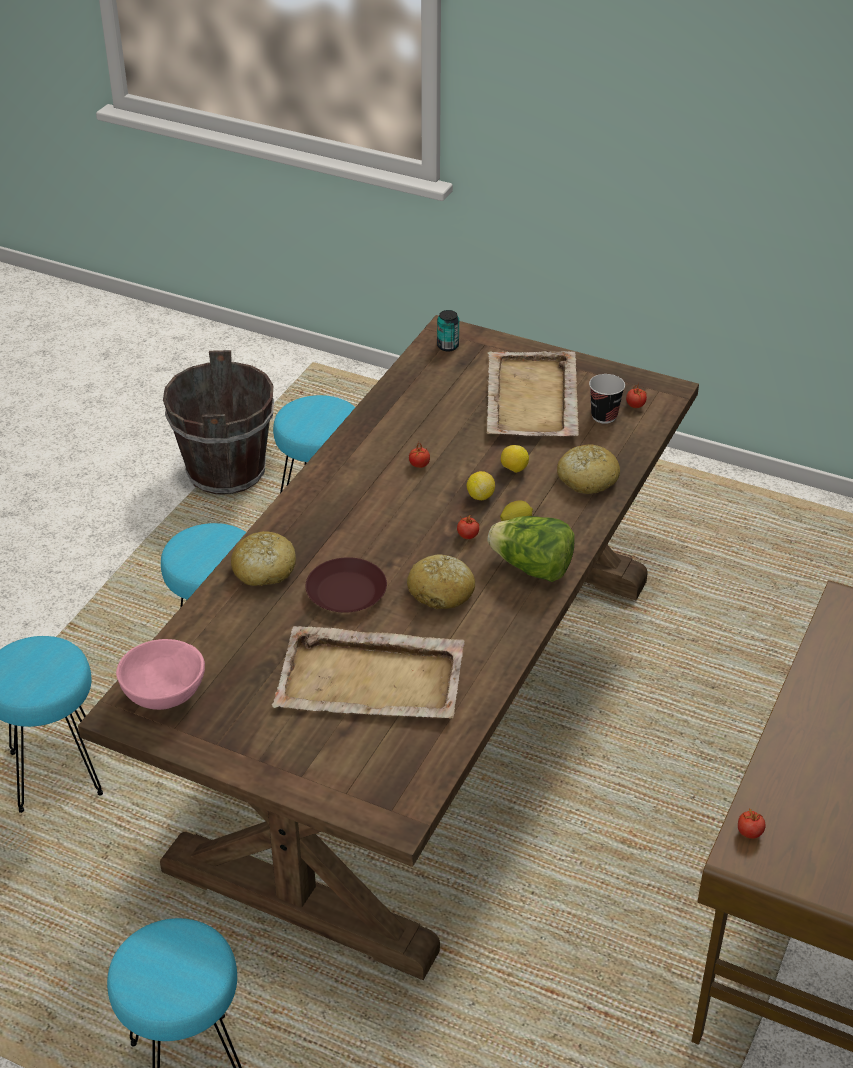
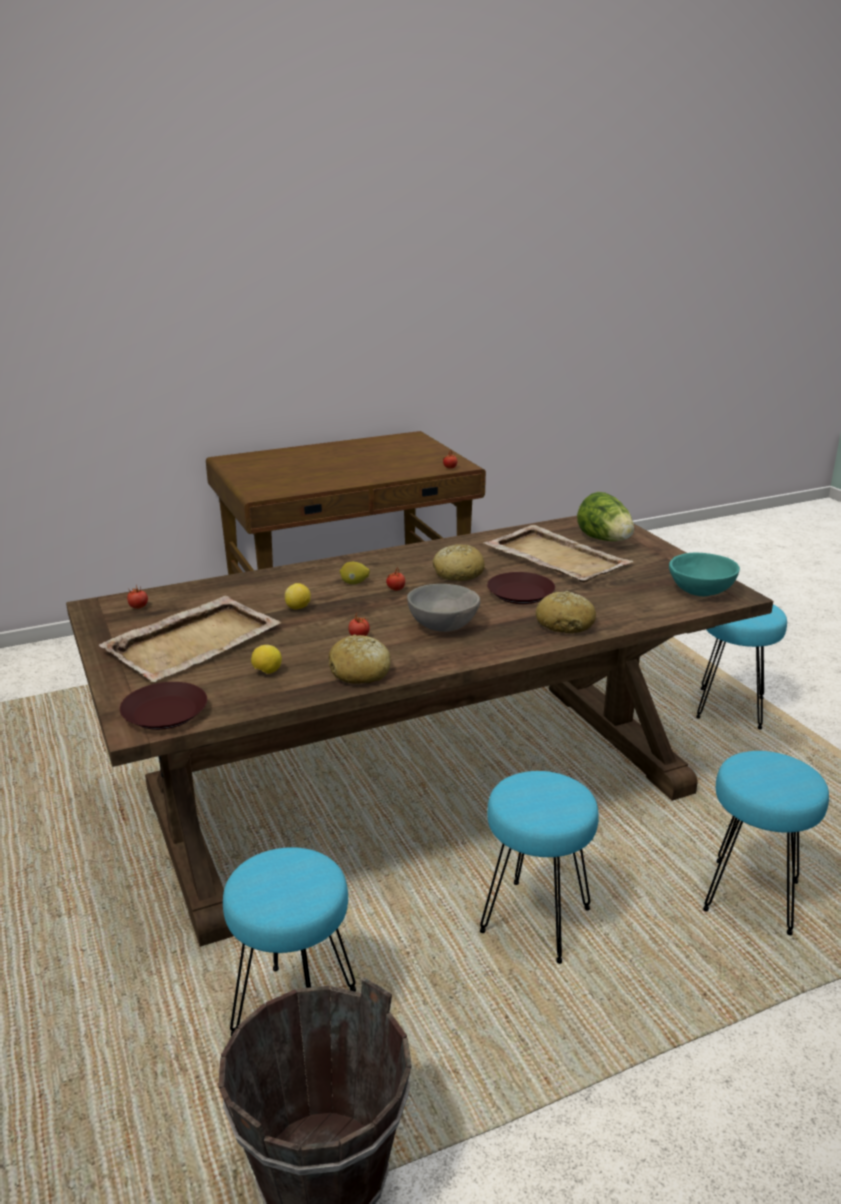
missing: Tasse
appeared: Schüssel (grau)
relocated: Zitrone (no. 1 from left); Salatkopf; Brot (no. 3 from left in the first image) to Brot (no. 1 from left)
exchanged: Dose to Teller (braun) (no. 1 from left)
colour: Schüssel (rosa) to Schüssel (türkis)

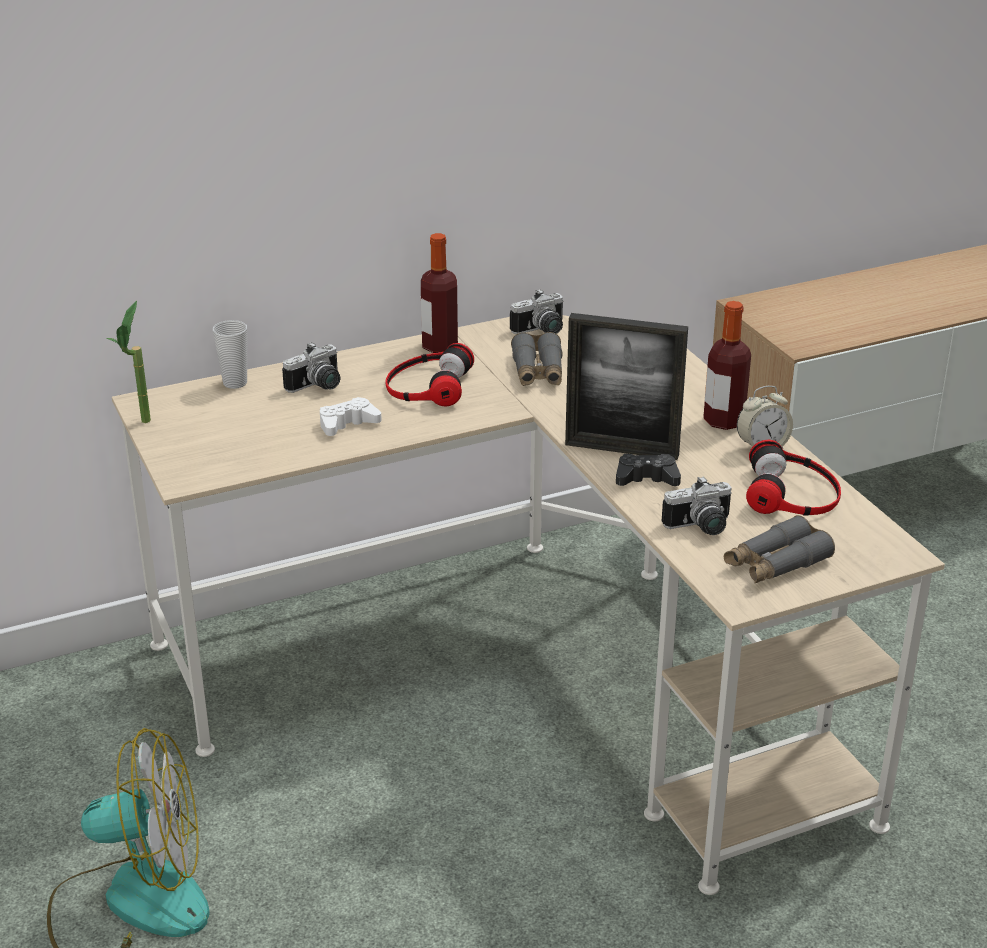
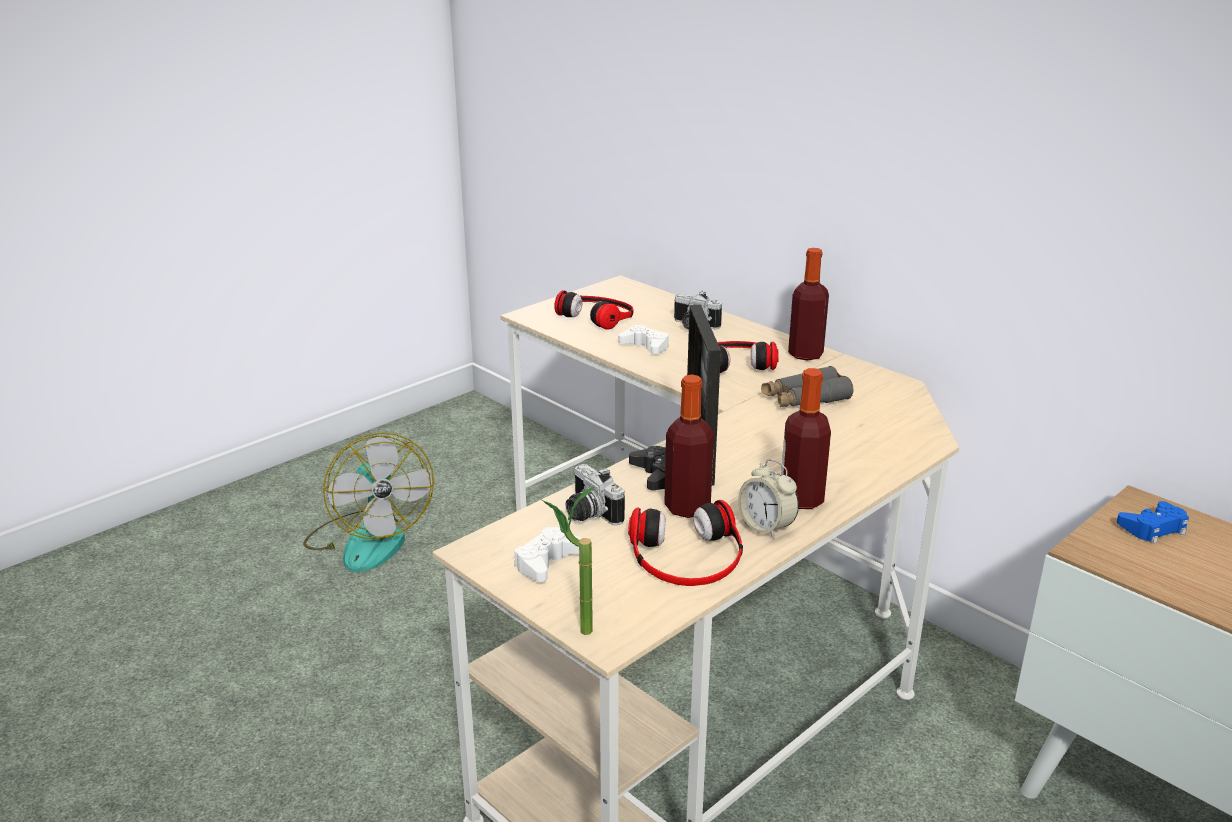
missing: Tasse; Kamera (no. 2 from left)
appeared: Kopfhörer (no. 1 from left); Flasche (no. 1 from left); Gamepad (blau)
relocated: Topfpflanze
exchanged: Fernglas (grau) (no. 2 from left) to Gamepad (weiß) (no. 1 from left)

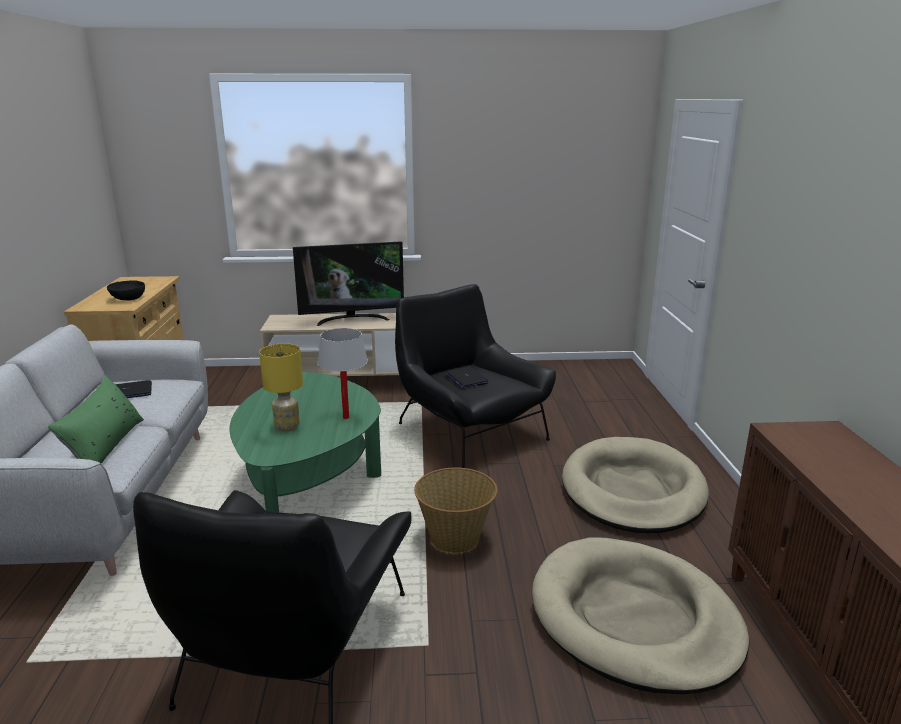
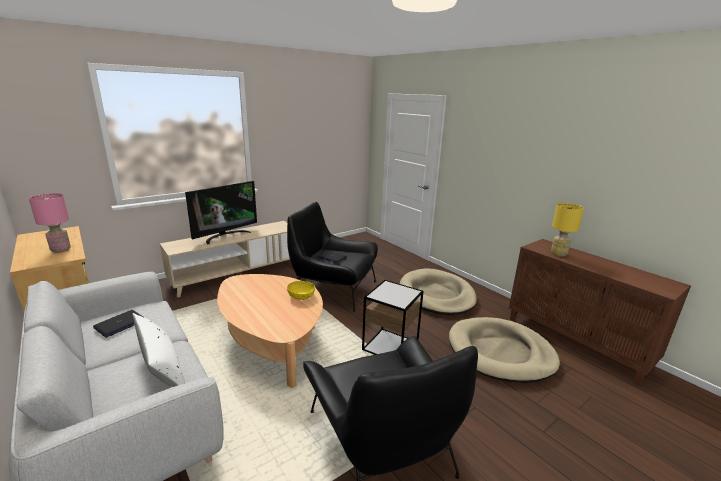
relocated: Tischlampe (gelb)
exchanged: Schüssel (schwarz) to Tischlampe (rosa); Tischlampe (weiß) to Schüssel (gelb); Korb to Beistelltisch
colour: Kissen (grün) to Kissen (weiß); Couchtisch (grün) to Couchtisch (beige)

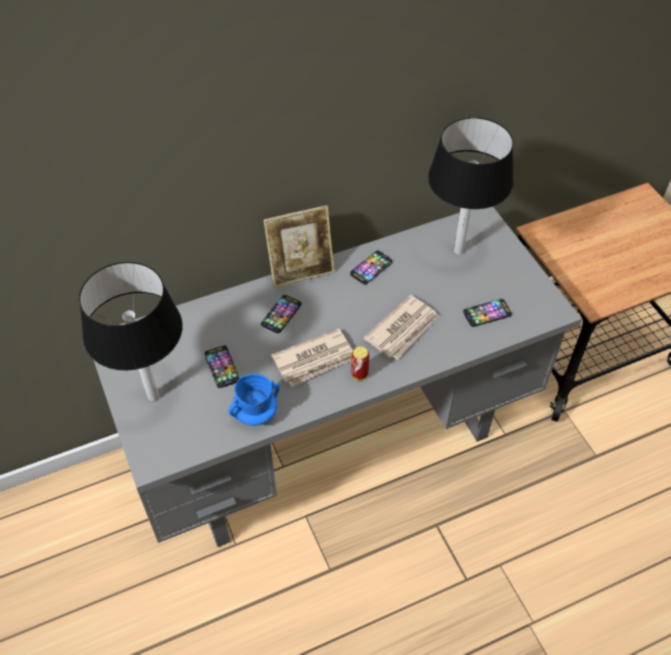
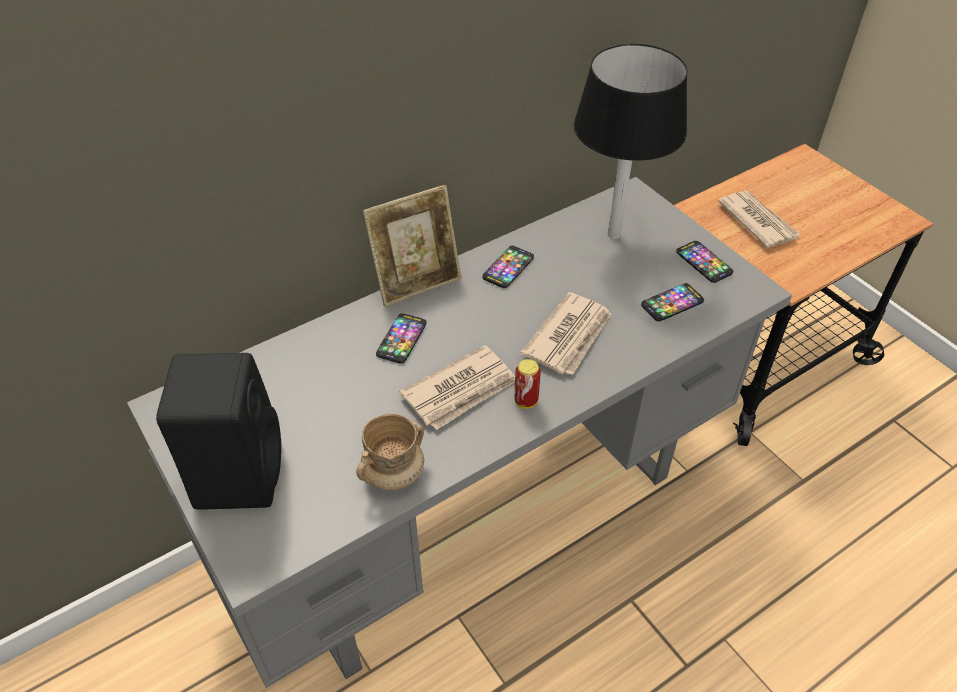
appeared: Zeitung (no. 3 from left)
relocated: Handy (no. 1 from left in the first image) to Handy (no. 4 from left)
exchanged: Tischlampe (schwarz) (no. 1 from left) to Lautsprecher (schwarz)
colour: Henkelbecher (blau) to Henkelbecher (beige)

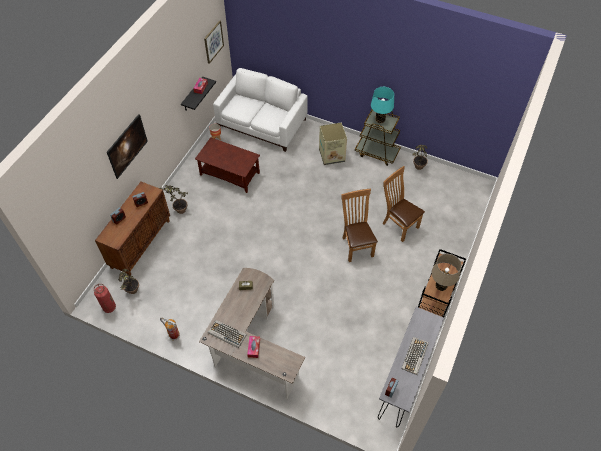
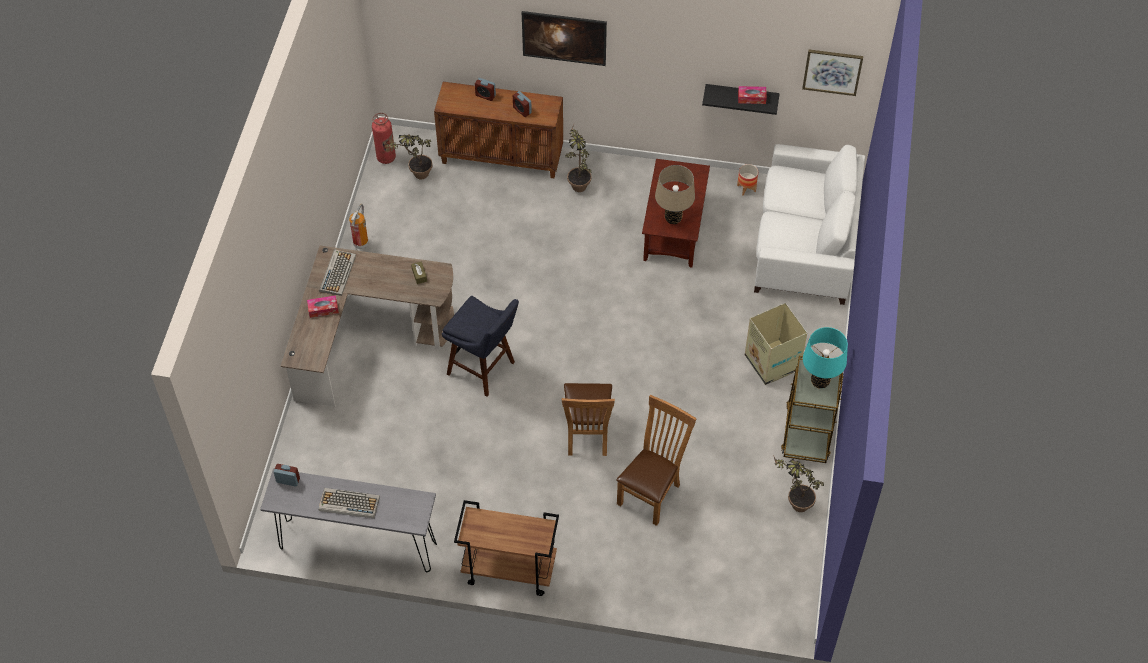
appeared: Hocker (blau)
relocated: Tischlampe (beige)
spun: Stuhl (braun) (no. 1 from left) 120 degrees clockwise

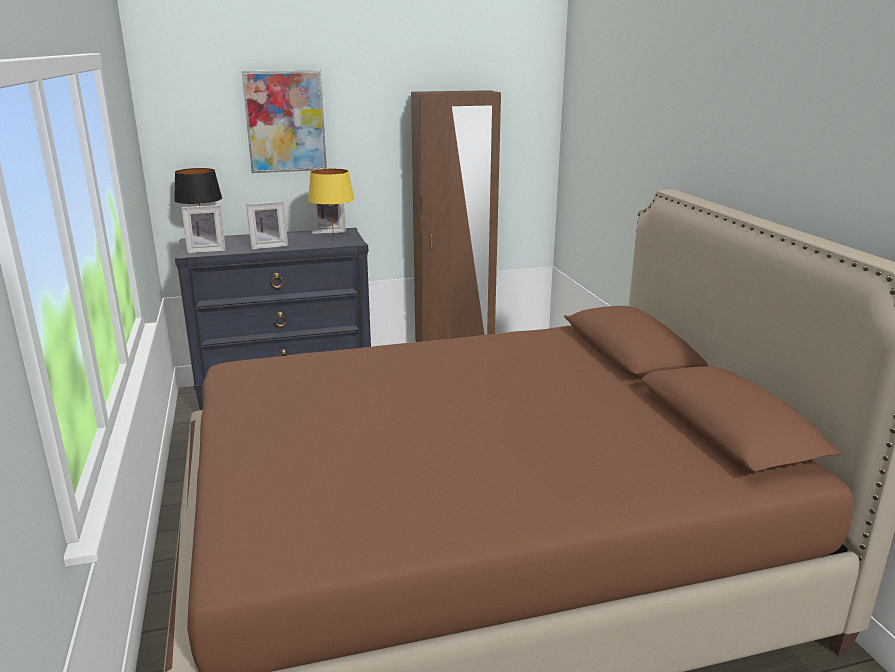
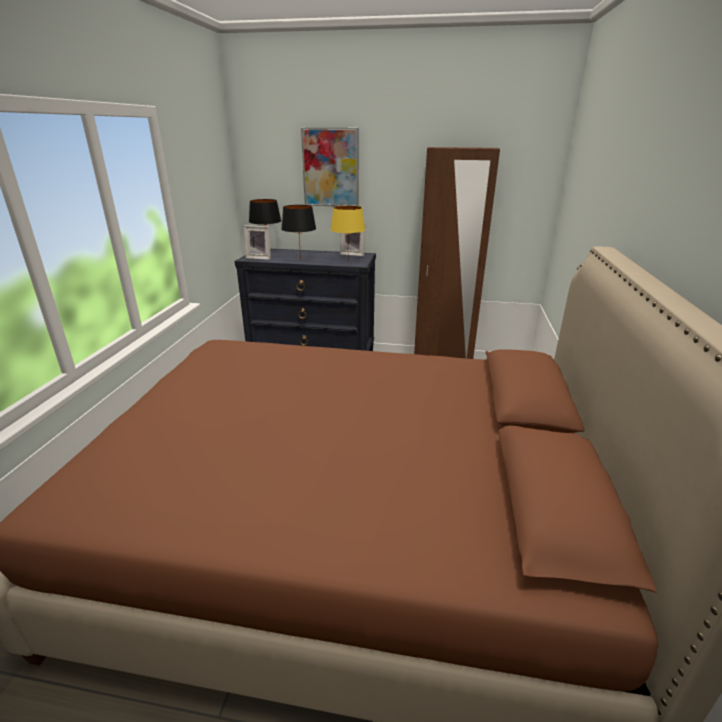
exchanged: Bilderrahmen (no. 2 from left) to Tischlampe (schwarz) (no. 2 from left)

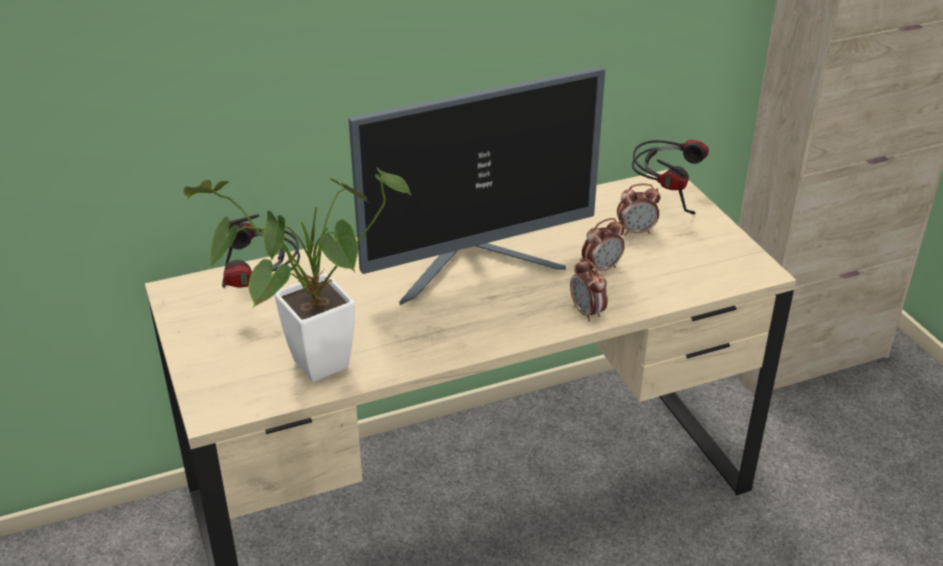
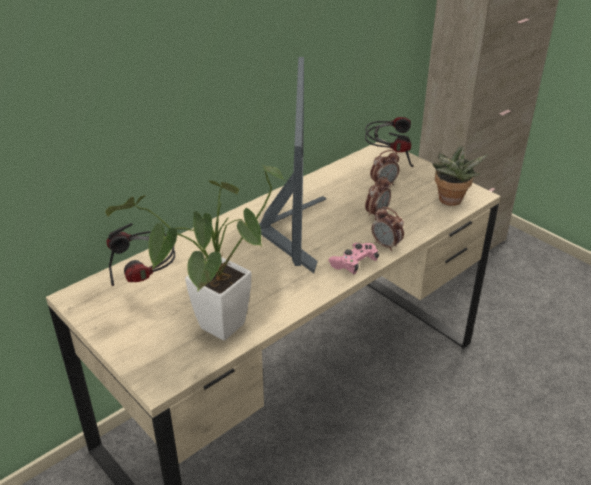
appeared: Gamepad (rosa); Topfpflanze (no. 2 from left)
spun: Monitor 45 degrees counterclockwise

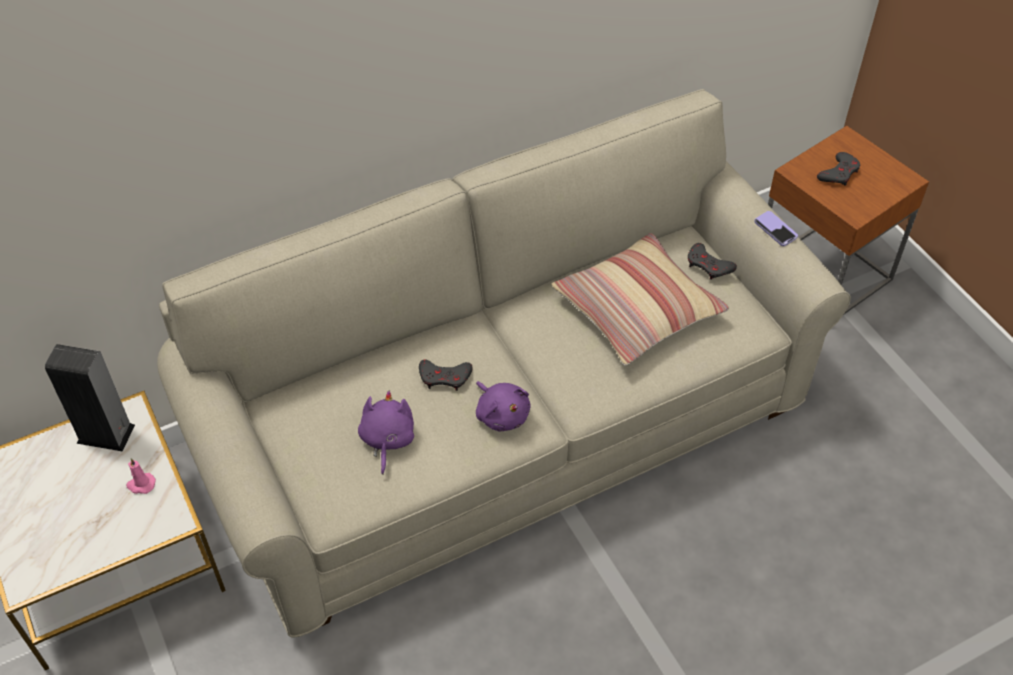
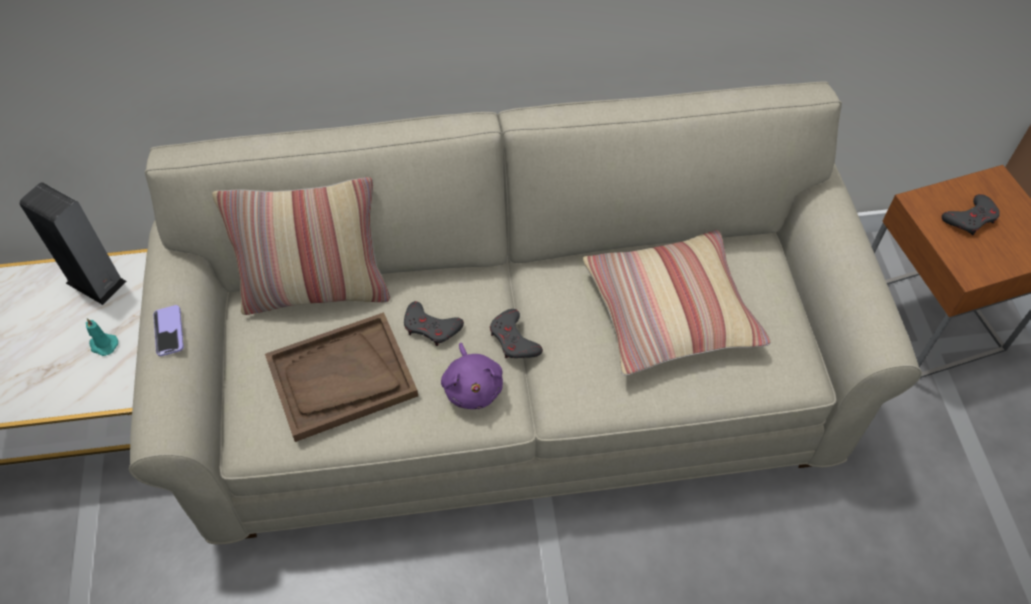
appeared: Kissen (no. 1 from left)
relocated: Gamepad (grau) (no. 2 from left); Handy
exchanged: Plüschtier (lila) (no. 1 from left) to Tablett (braun)
colour: Kerze (rosa) to Kerze (türkis)

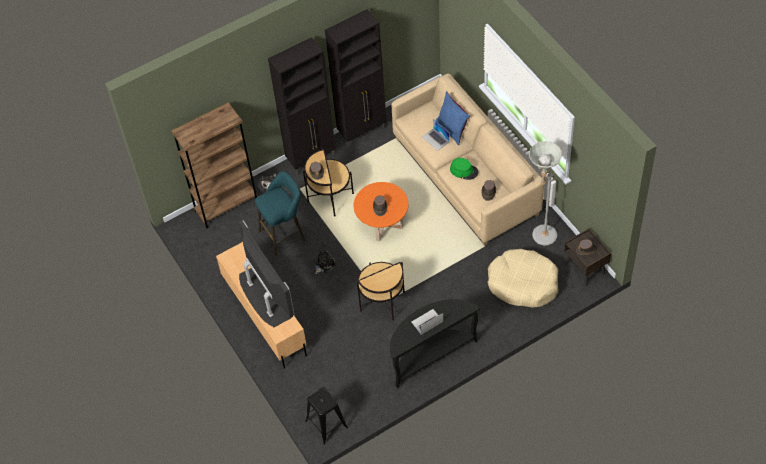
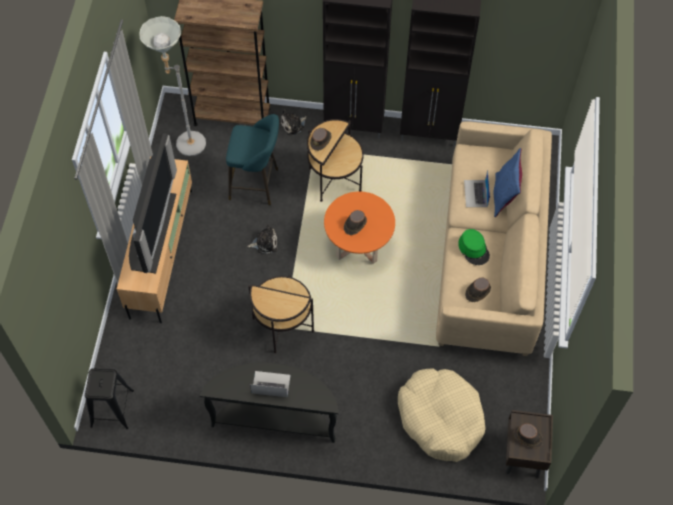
relocated: Stehlampe (grau)

